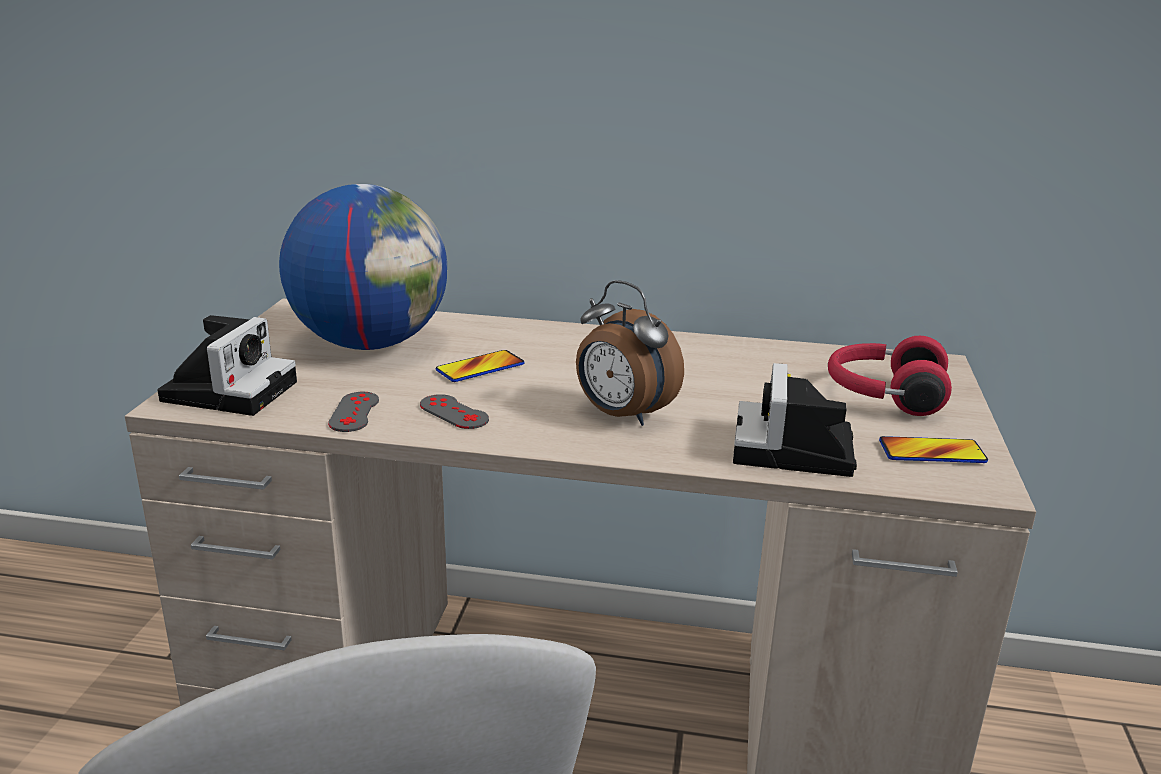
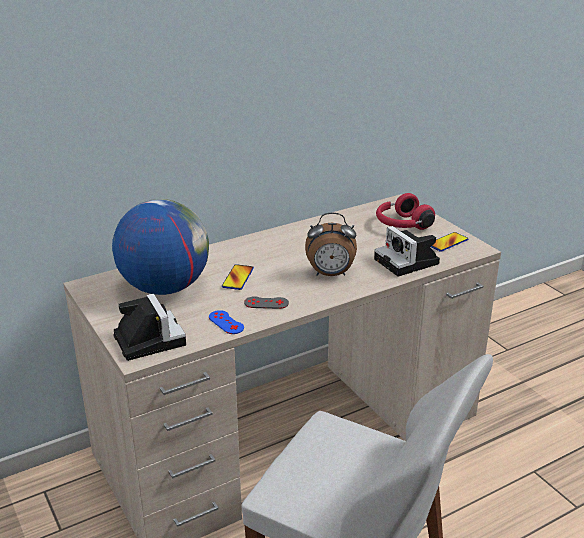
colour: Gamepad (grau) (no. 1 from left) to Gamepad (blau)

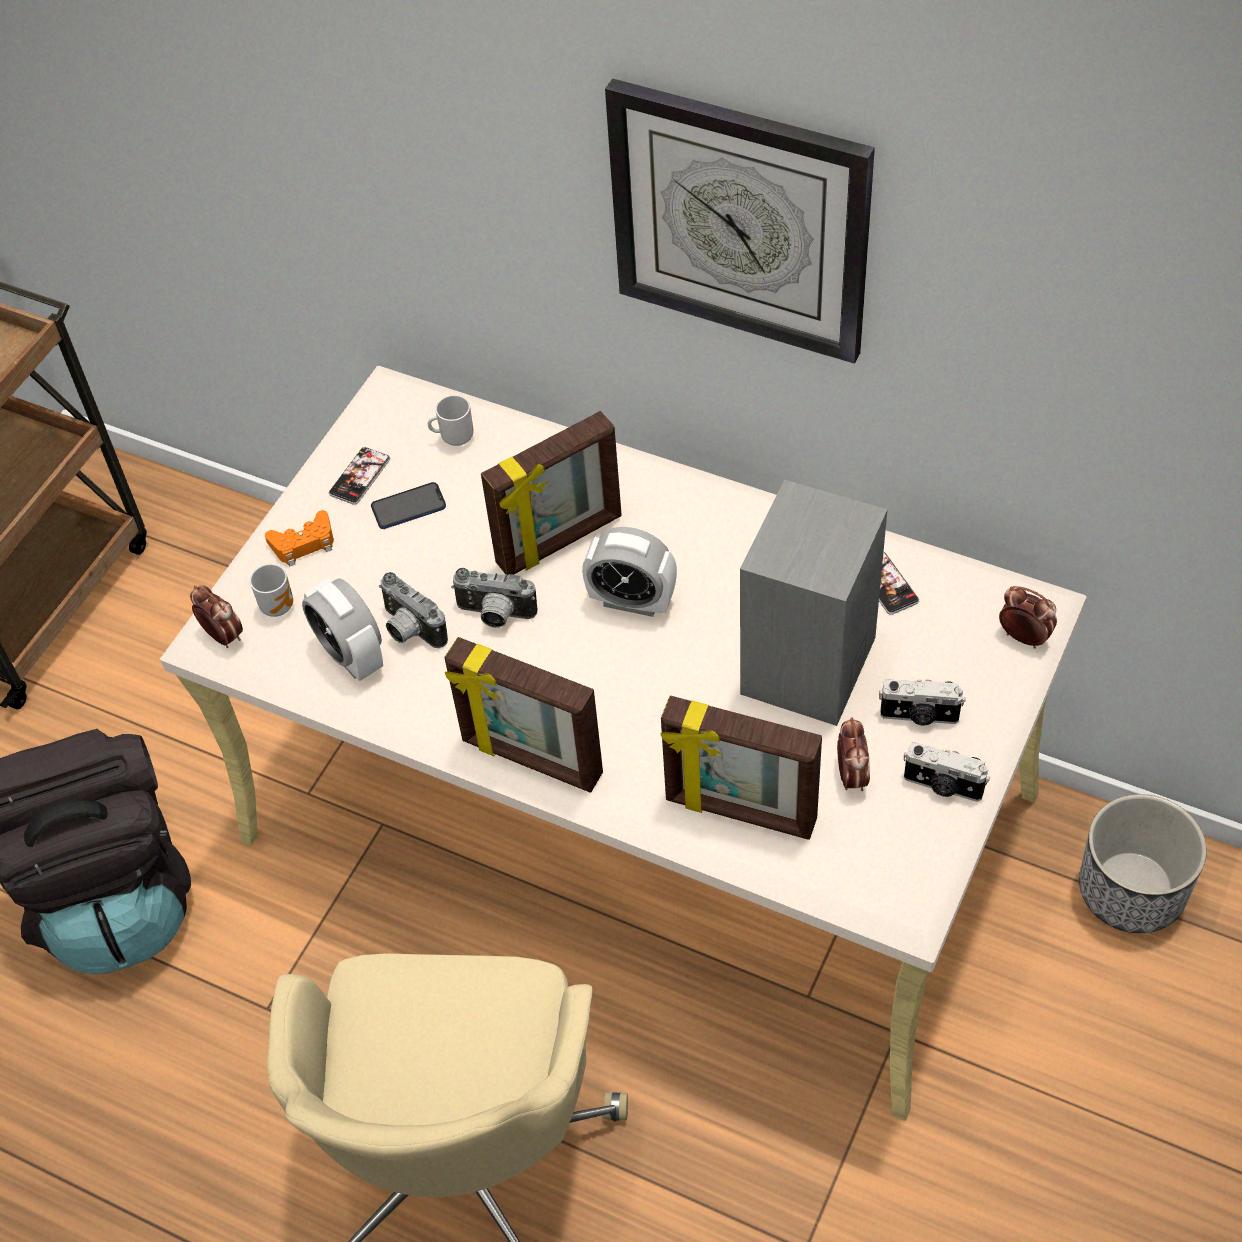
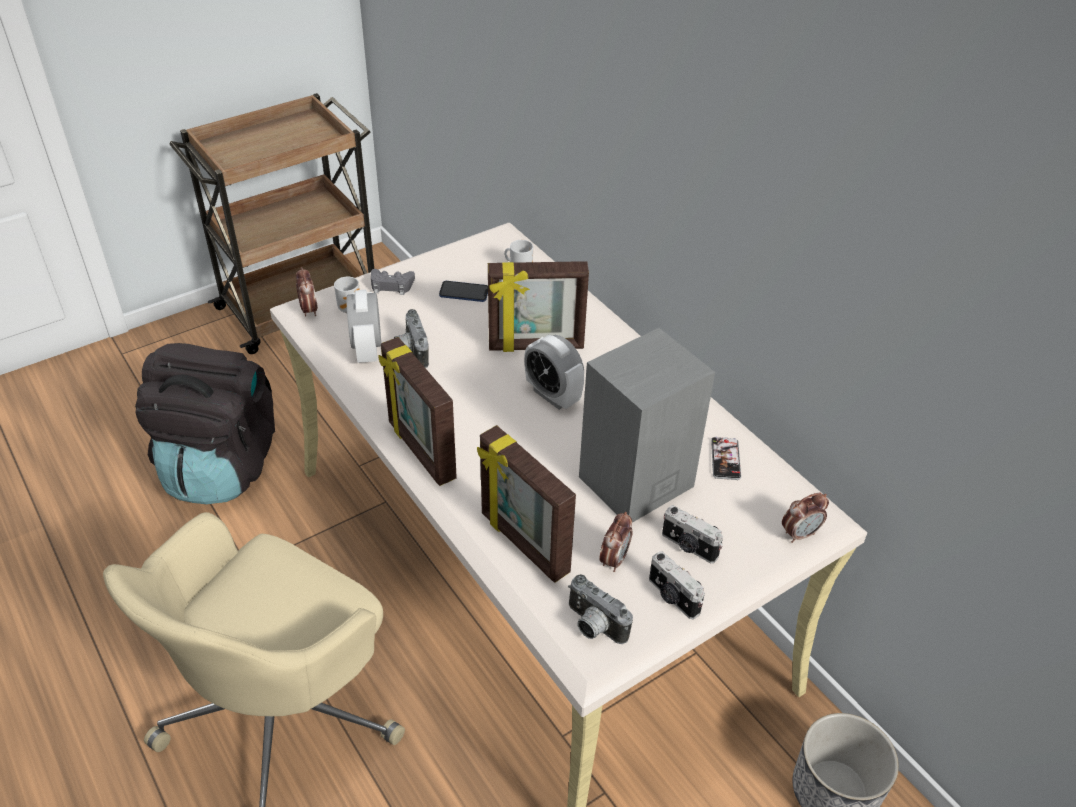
missing: Handy (no. 1 from left); Wanduhr
relocated: Kamera (no. 2 from left)
colour: Gamepad (orange) to Gamepad (grau)
spun: Wecker (no. 5 from left) 90 degrees clockwise

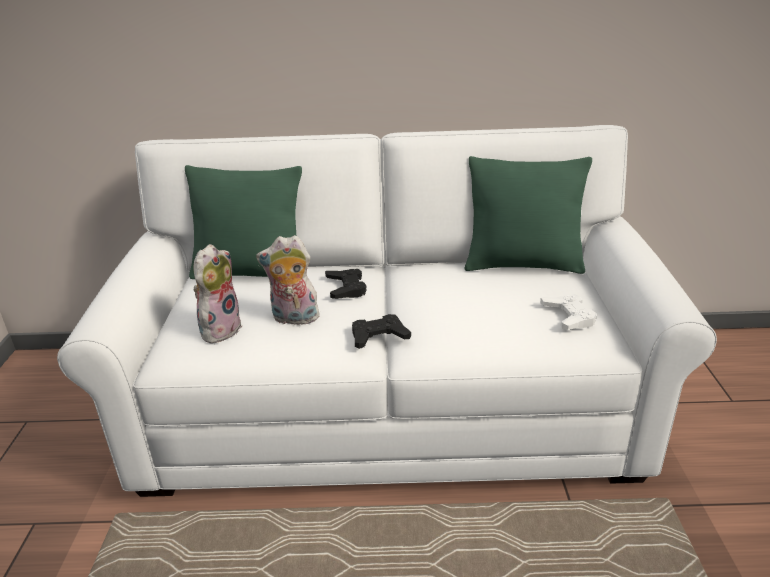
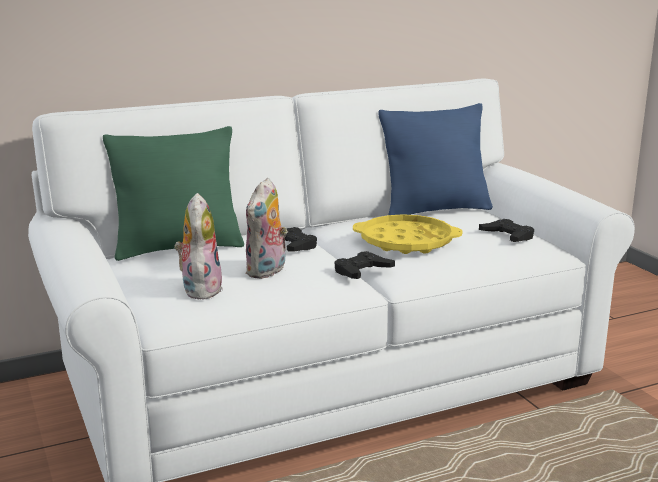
appeared: Tablett (gelb)
colour: Kissen (grün) (no. 2 from left) to Kissen (blau); Gamepad (weiß) to Gamepad (schwarz) (no. 3 from left)
spun: Plüschtier (no. 2 from left) 45 degrees counterclockwise

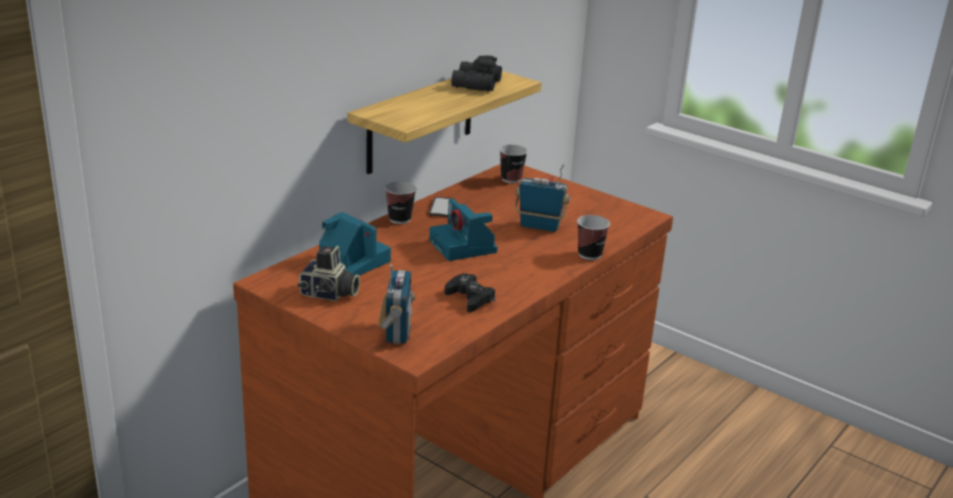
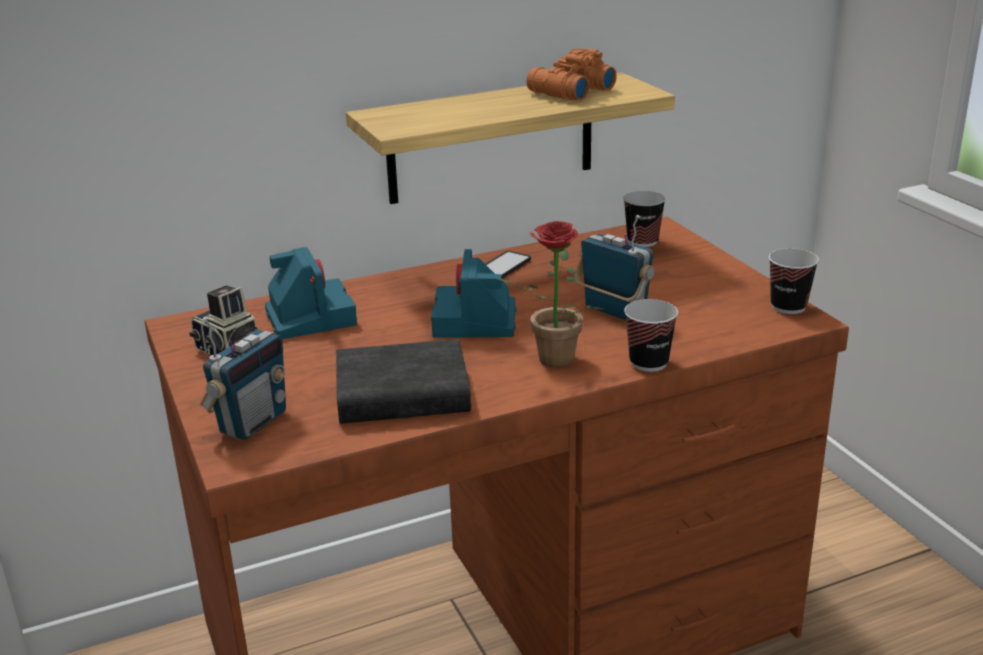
appeared: Topfpflanze
relocated: Tasse (no. 1 from left in the first image) to Tasse (no. 3 from left)
exchanged: Gamepad (schwarz) to Buch (schwarz)
colour: Fernglas (schwarz) to Fernglas (orange)

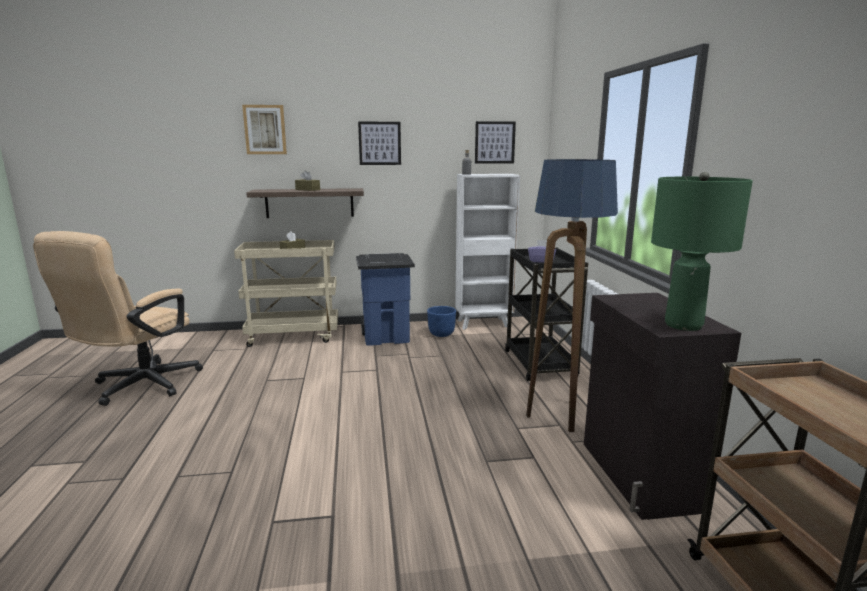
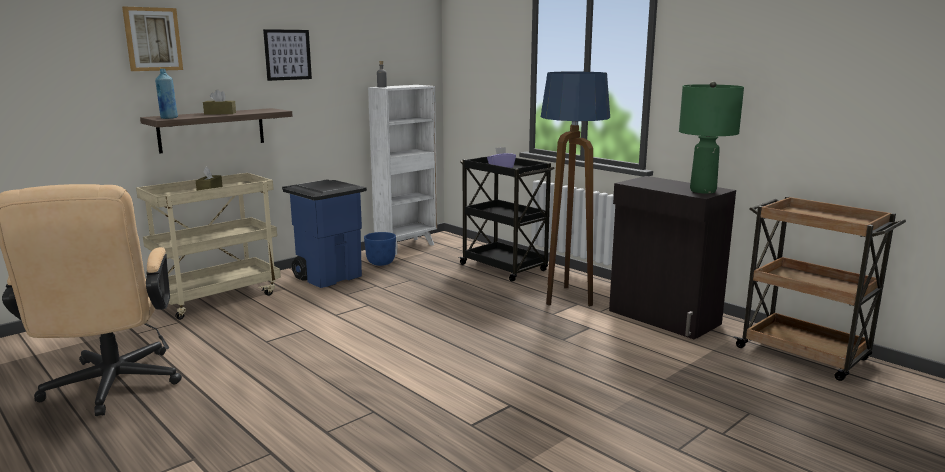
missing: Bild (no. 3 from left)
appeared: Flasche (blau)

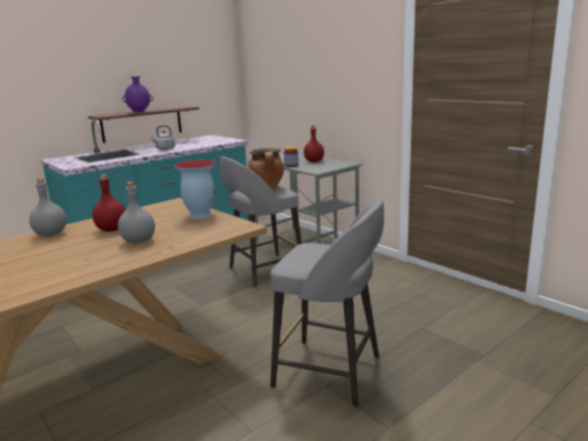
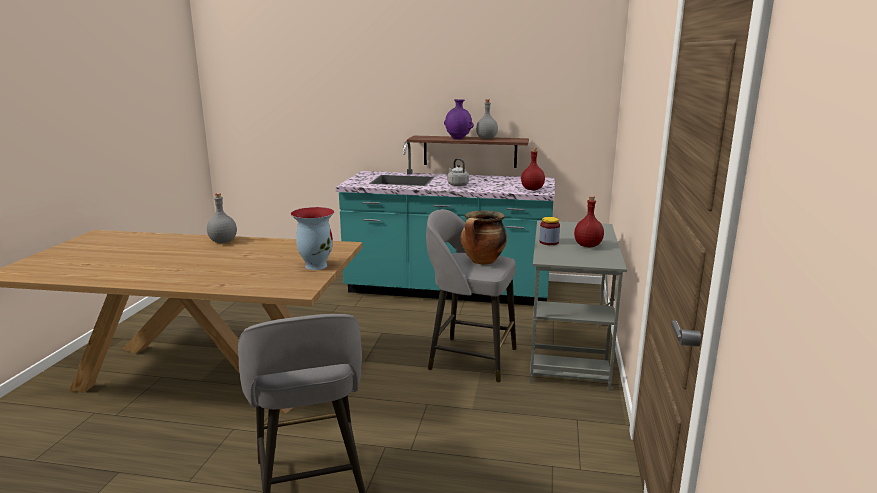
relocated: Flasche (rot) (no. 1 from left); Flasche (grau) (no. 2 from left)

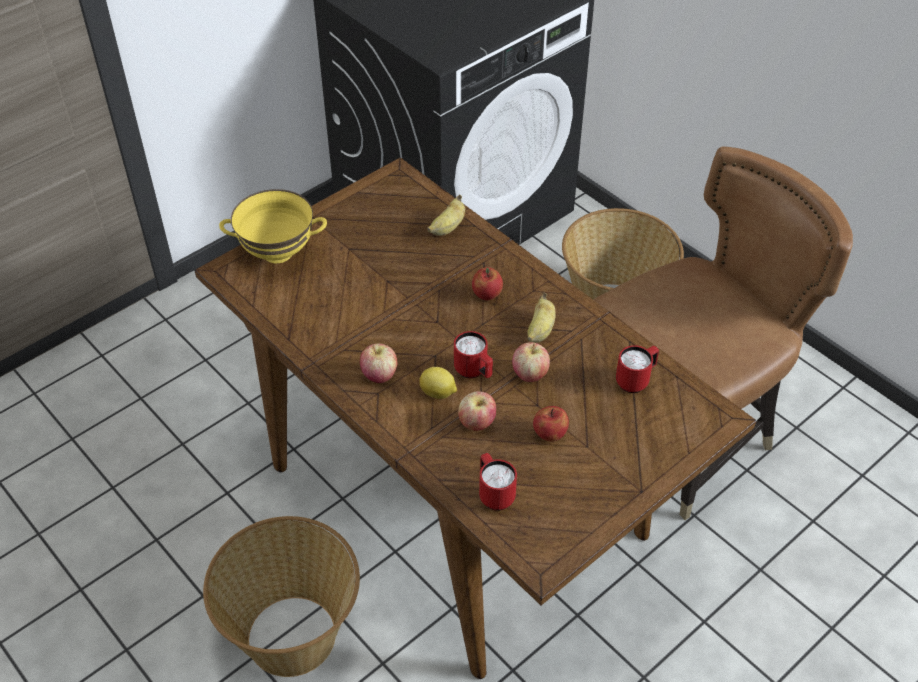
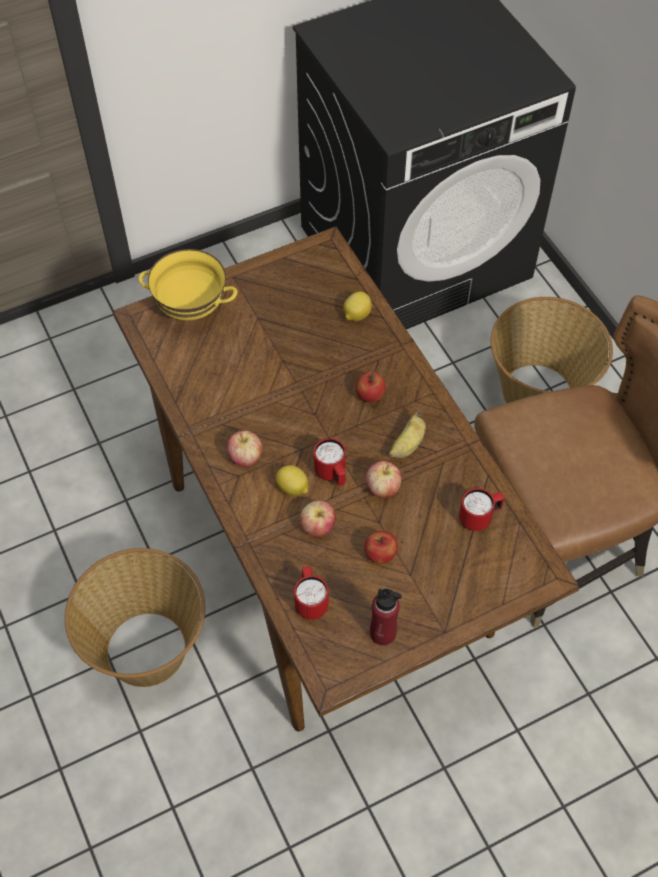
appeared: Flasche (rot)
exchanged: Banane (no. 1 from left) to Zitrone (no. 2 from left)

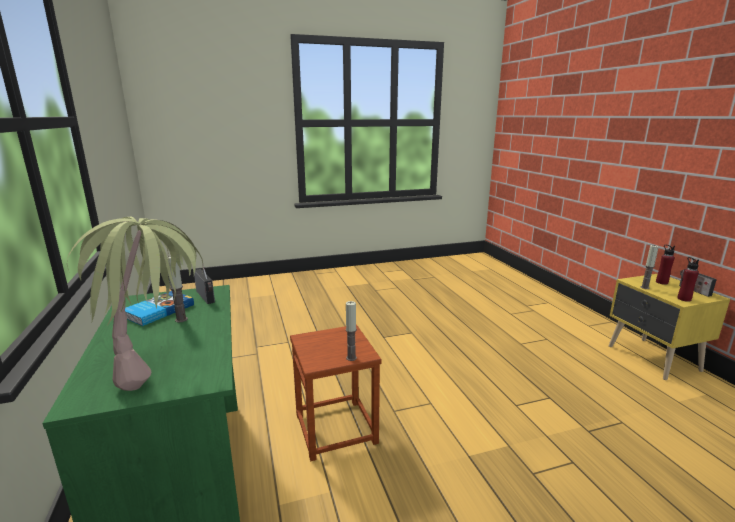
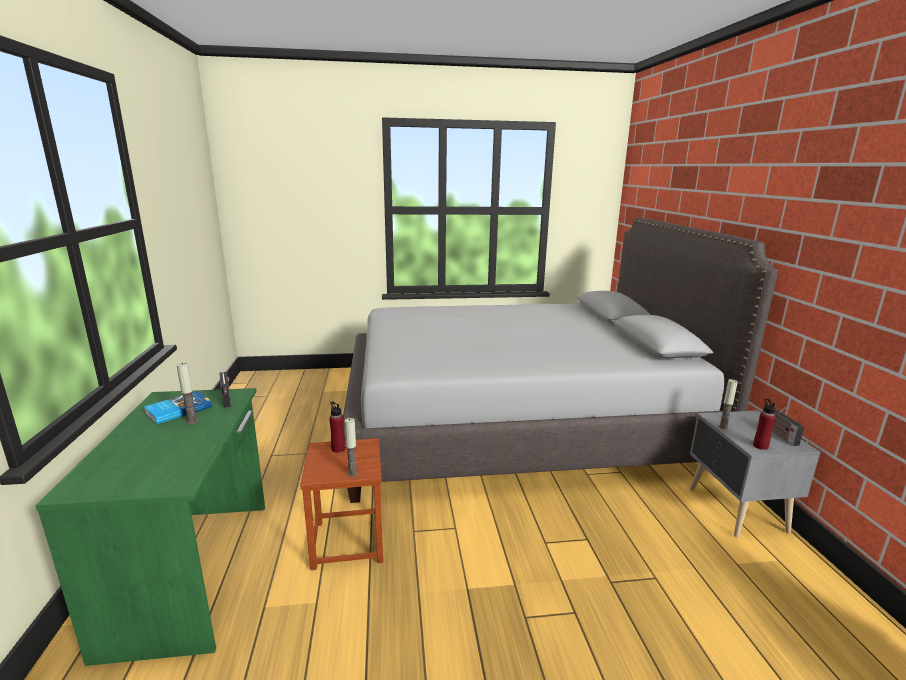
missing: Topfpflanze
appeared: Bett (grau)
relocated: Flasche (rot) (no. 1 from left)
colour: Nachttisch (gelb) to Nachttisch (grau)

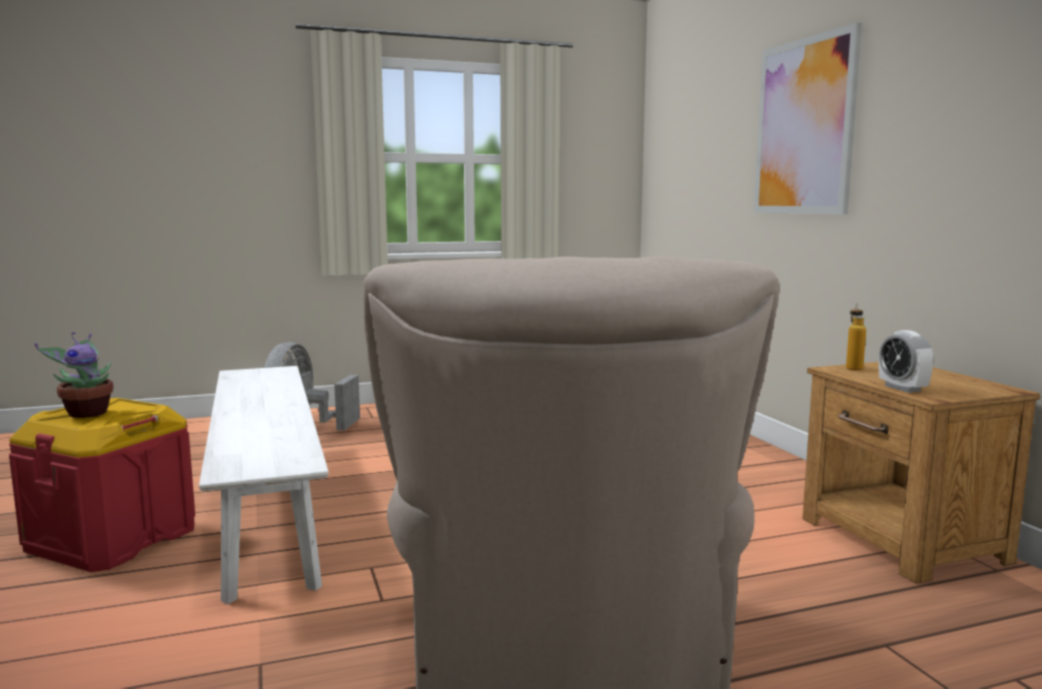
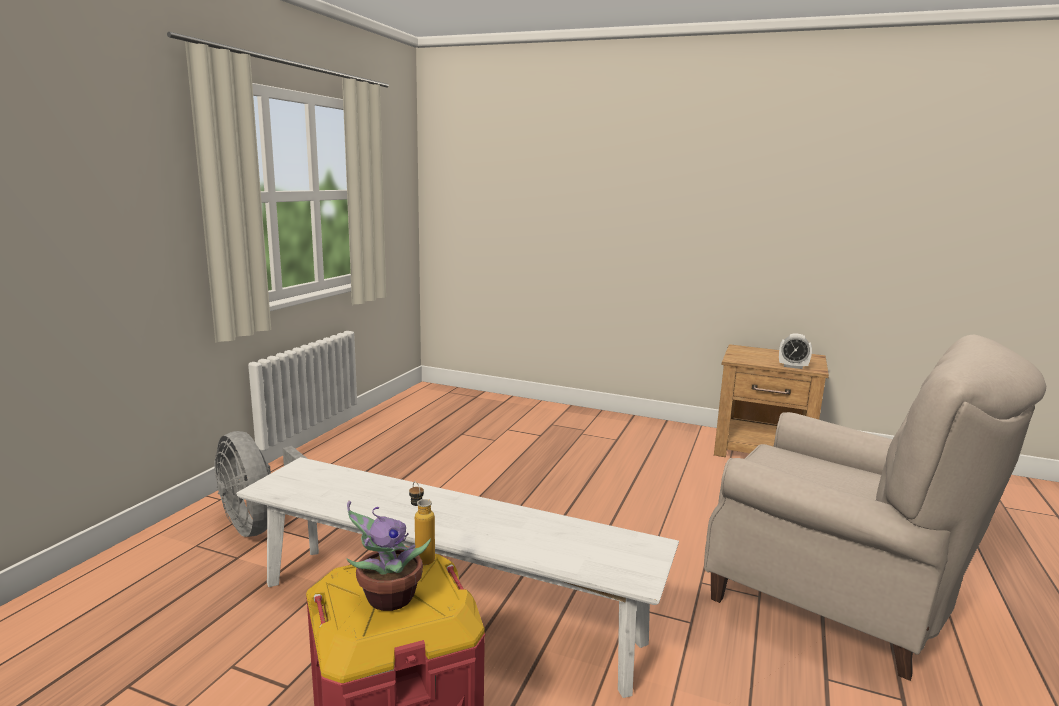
missing: Bild
relocated: Flasche

